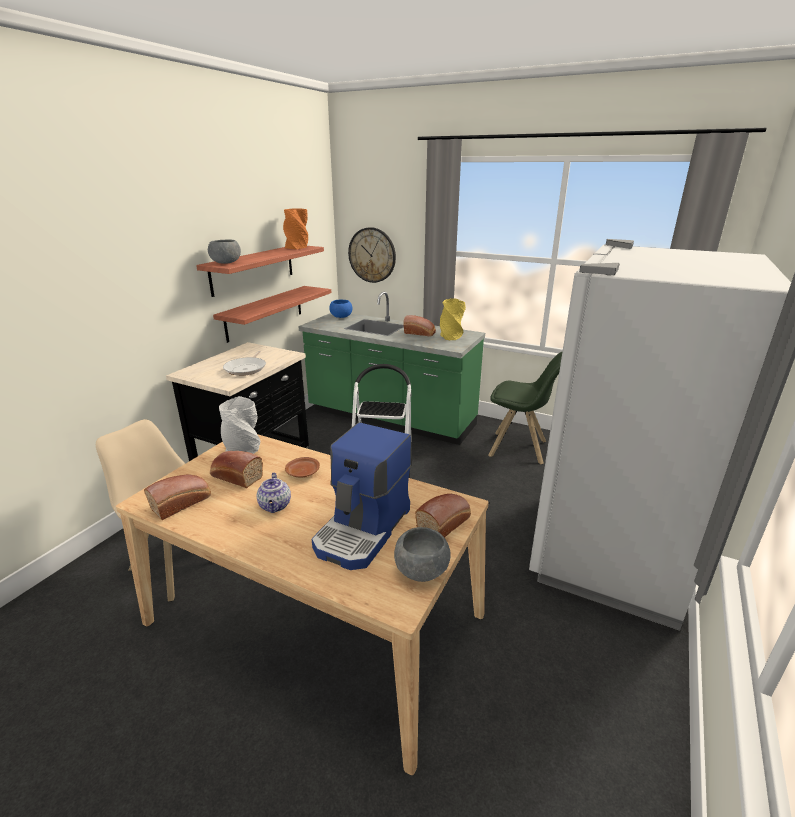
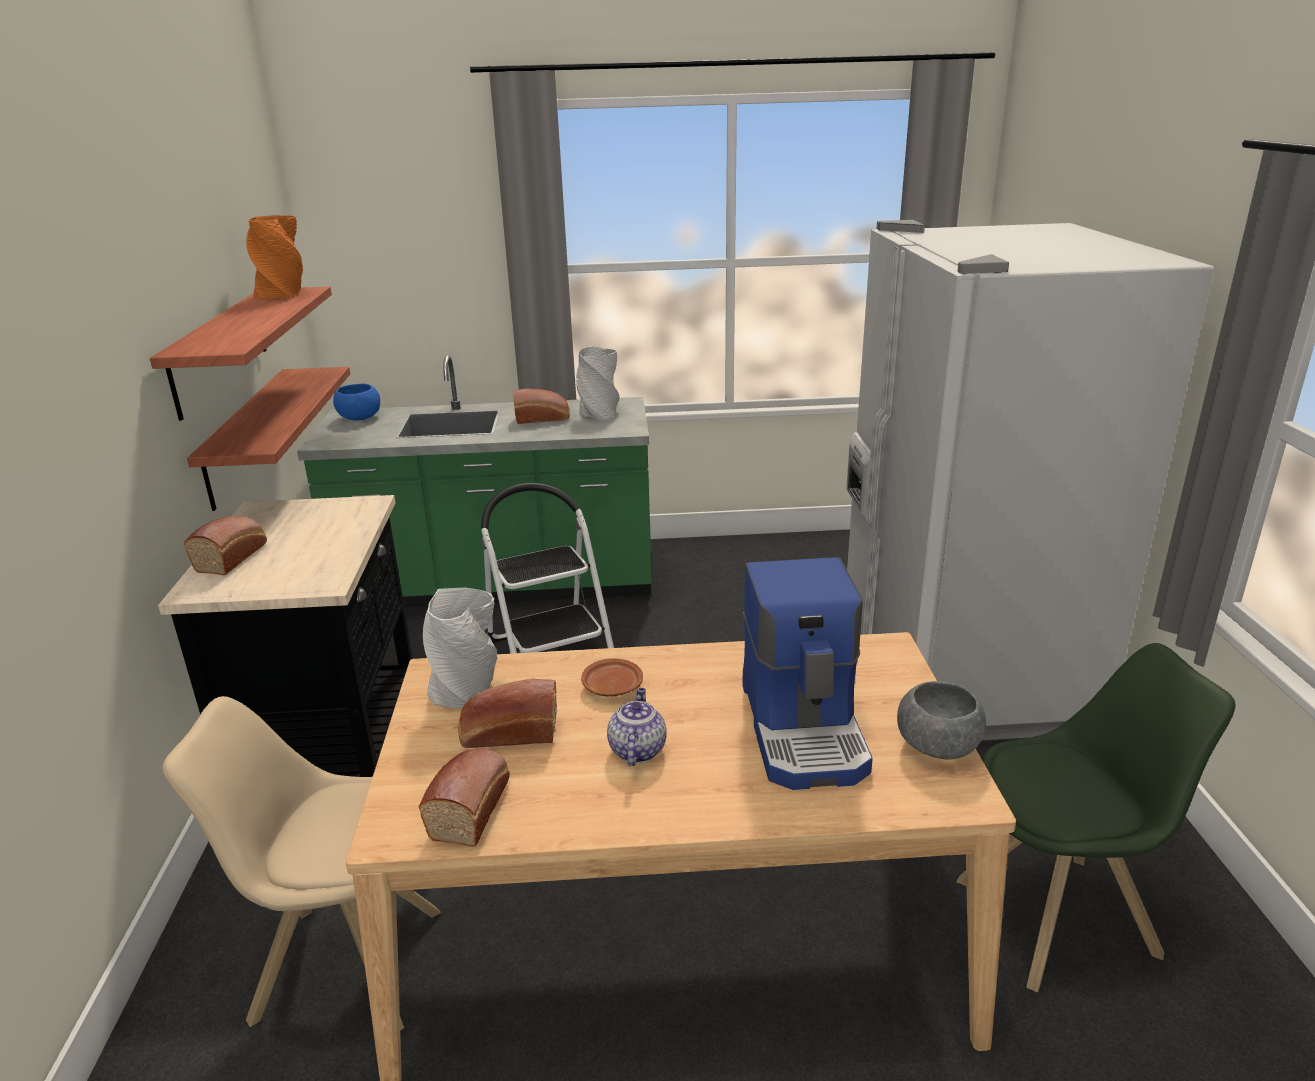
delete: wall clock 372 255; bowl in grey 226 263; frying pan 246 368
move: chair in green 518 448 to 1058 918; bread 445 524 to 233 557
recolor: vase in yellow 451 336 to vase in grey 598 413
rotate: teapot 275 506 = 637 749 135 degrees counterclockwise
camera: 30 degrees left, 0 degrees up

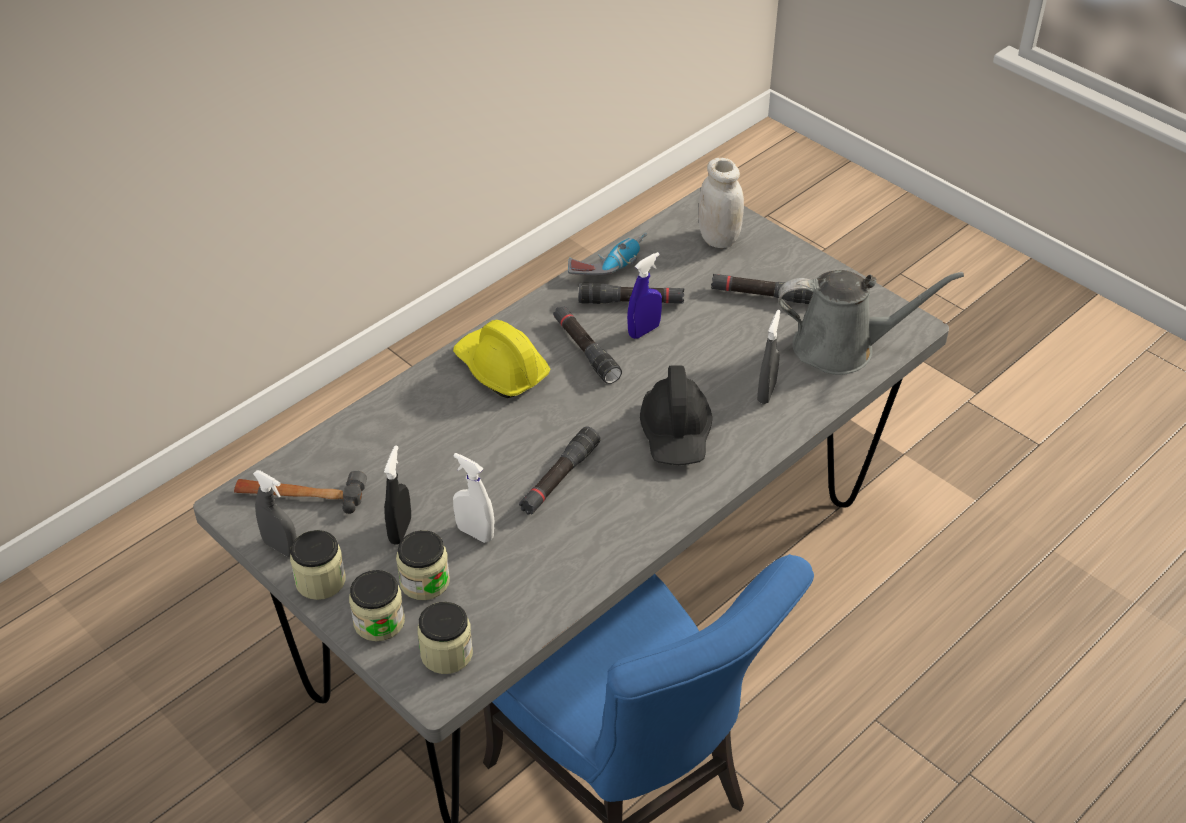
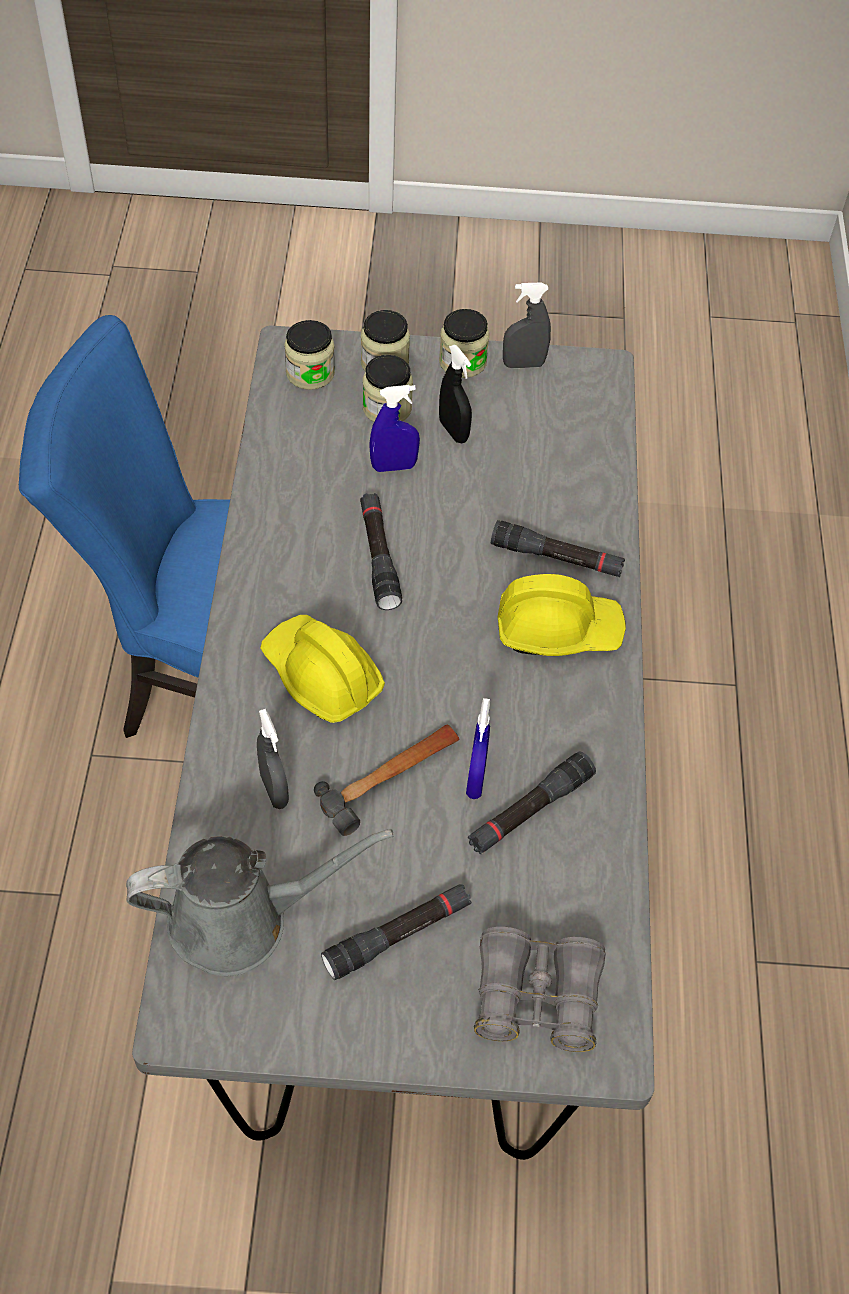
delete: power drill 609 263
move: flashlight in black 585 350 to 556 558; hammer 300 495 to 391 778
replace: jar in white 718 238 to binoculars in grey 536 997
recolor: hard hat in black 676 433 to hard hat in yellow 321 676; spray bottle in white 475 533 to spray bottle in blue 393 466
rotate: watering can in grey 842 347 = 240 920 150 degrees counterclockwise
camera: 135 degrees right, 10 degrees up

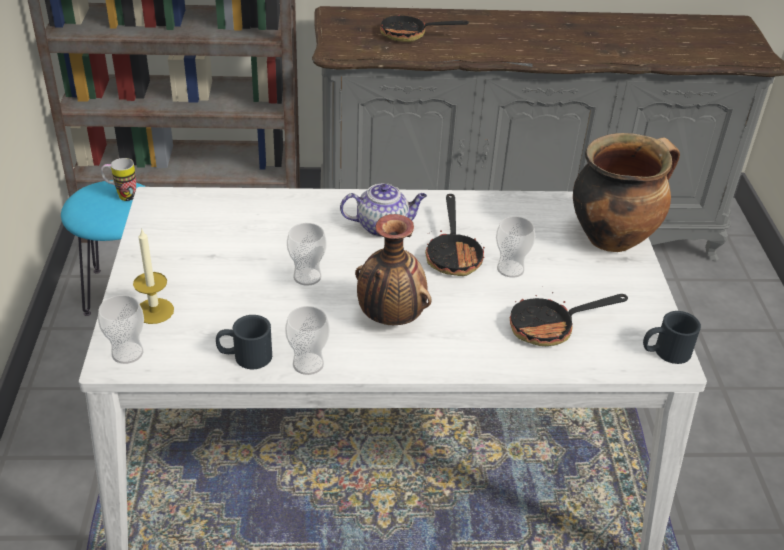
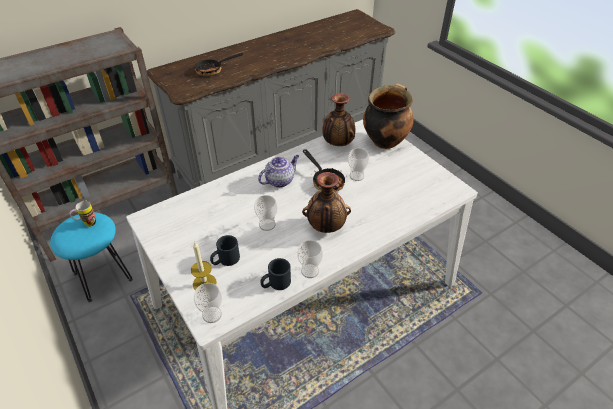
delete: frying pan 550 327
insert: vase 337 143
move: mug in black 665 352 to 225 260
camera: 30 degrees left, 5 degrees up

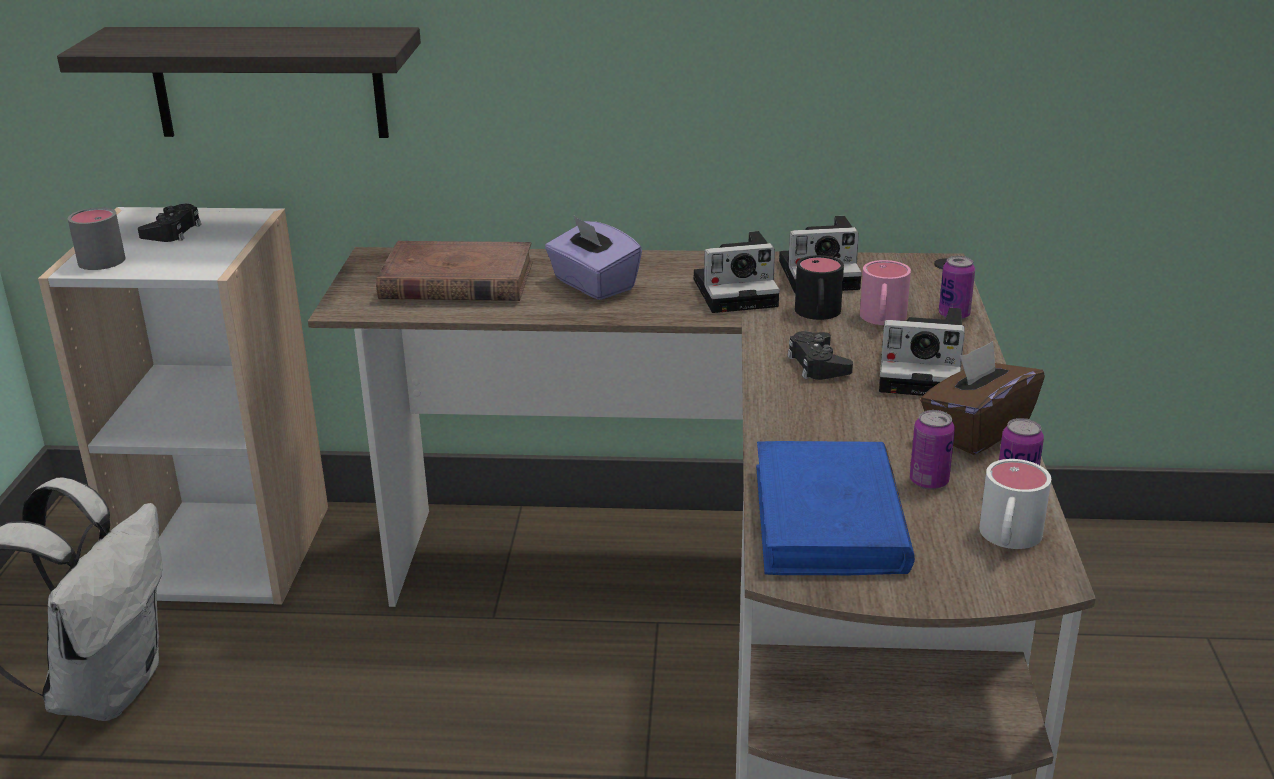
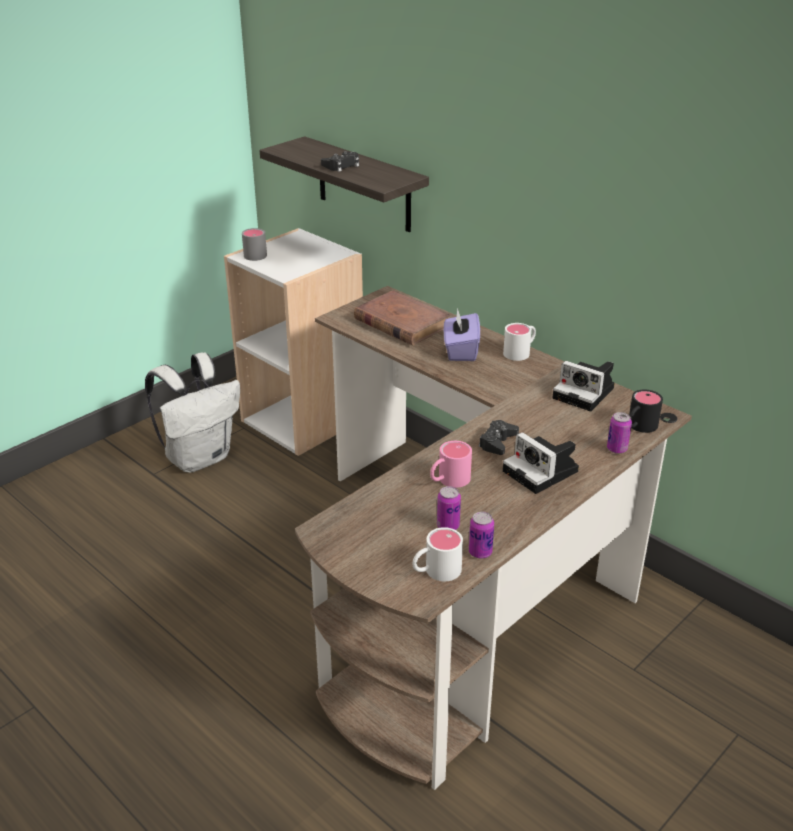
delete: photo camera 738 292; tissue box in brown 976 430; book in blue 829 518
insert: mug in white 520 352
move: game controller in black 172 231 to 342 166; mug in black 818 314 to 638 427; mug in pink 882 320 to 448 480
camera: 40 degrees right, 5 degrees up

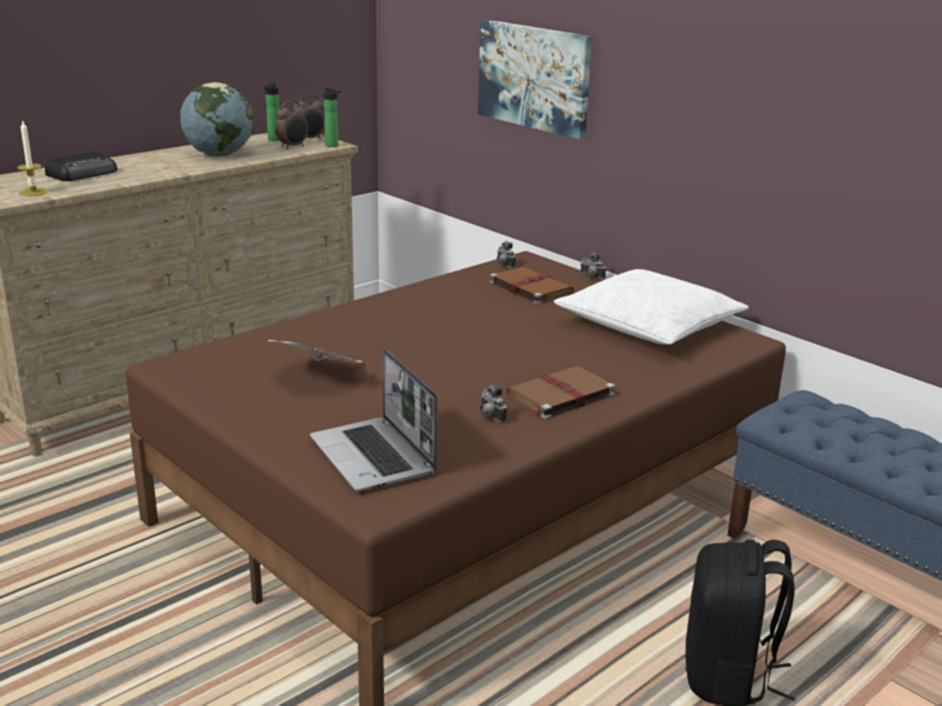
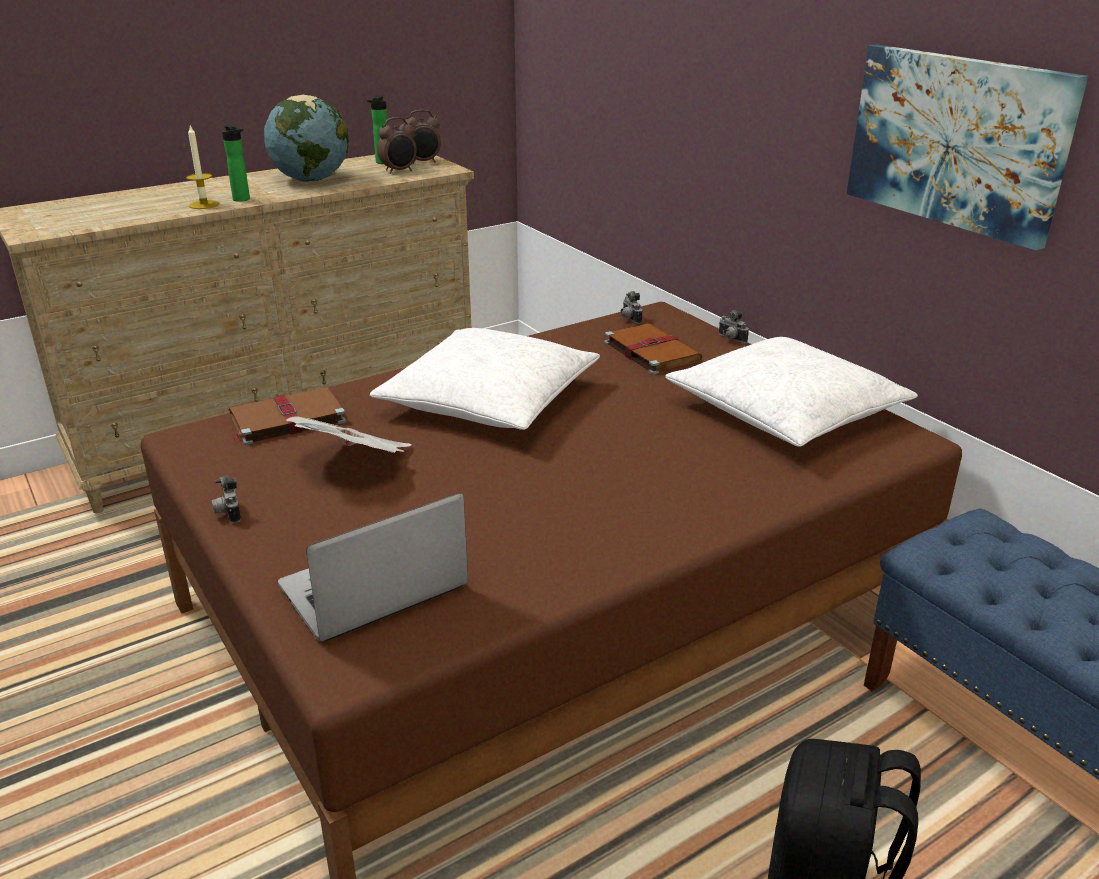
delete: radio 83 173
insert: pillow in white 489 399
move: picture 534 77 to 957 141; bottle 333 146 to 243 200; candle 33 192 to 204 205; book in brown 559 396 to 285 419; photo camera 490 416 to 228 513
rotate: laptop 374 457 = 372 590 75 degrees clockwise
camera: 10 degrees right, 5 degrees up

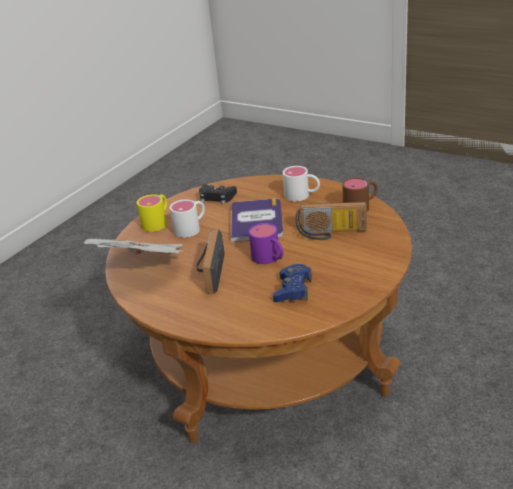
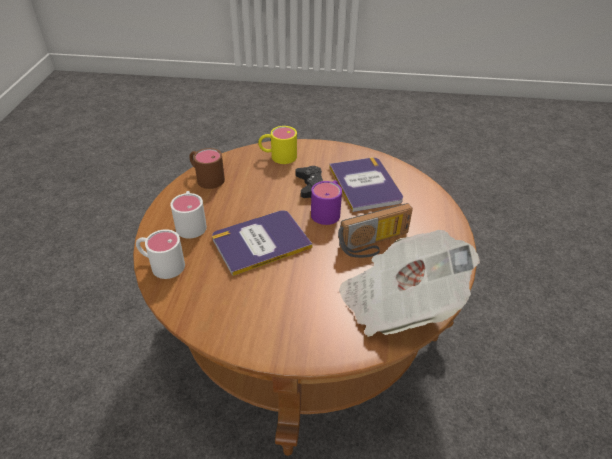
delete: radio 331 233
move: game controller in black 217 197 to 311 186; mug in yellow 157 221 to 277 156; mug in white 191 227 to 161 264
replace: game controller in blue 293 289 to book 365 184
camera: 120 degrees left, 10 degrees up

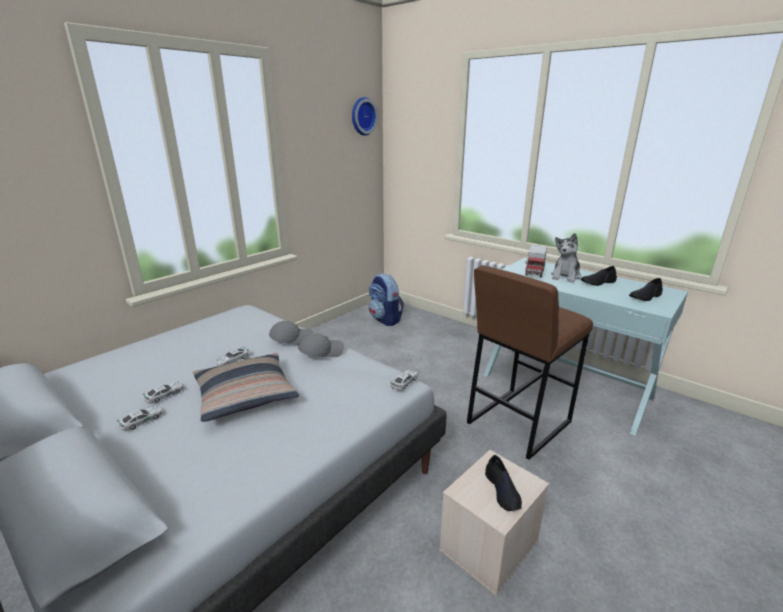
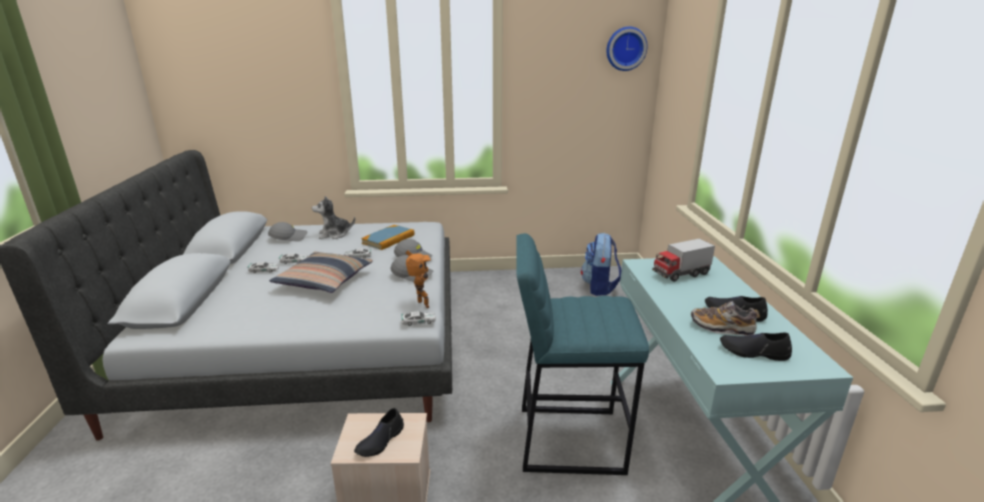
insert: cap in grey 288 237; book 388 239; toy robot 421 305; shoe 722 328
move: plush toy 565 276 to 334 234
recolor: stool in brown 517 423 to stool in turquoise 567 439
camera: 45 degrees right, 0 degrees up

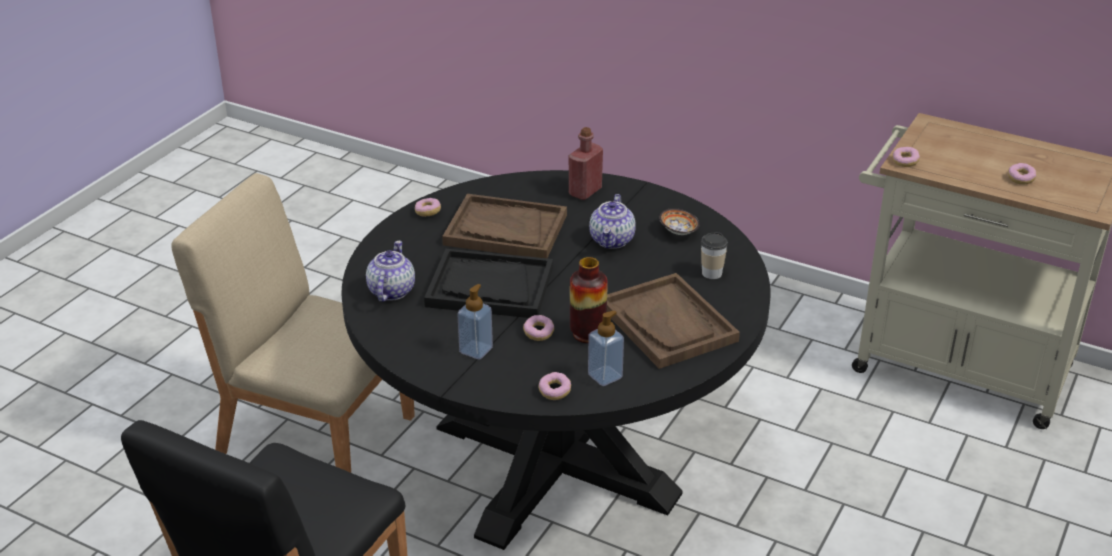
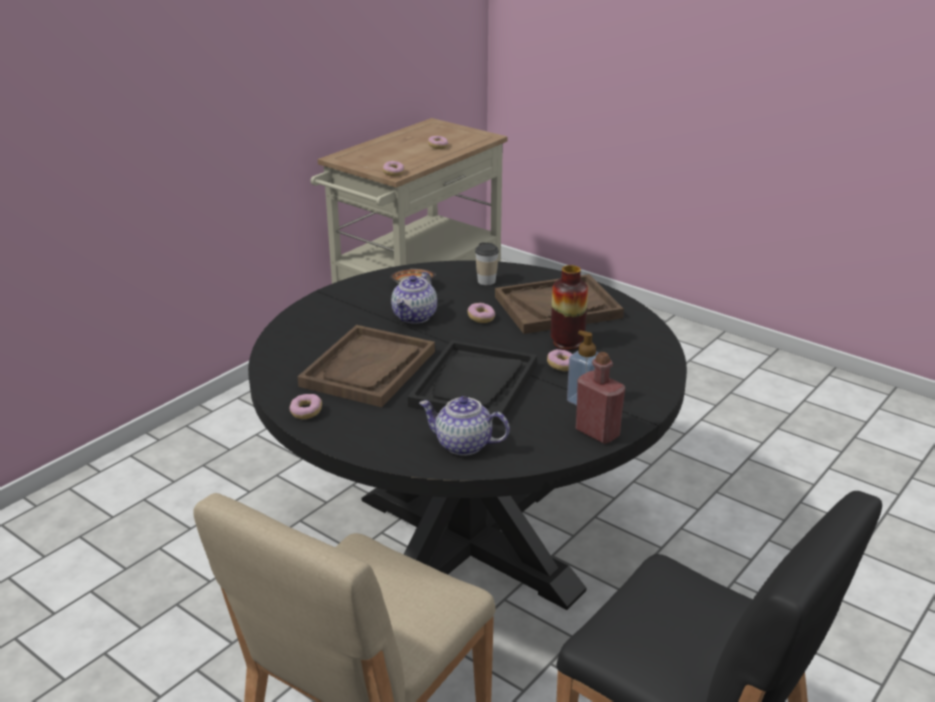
delete: soap dispenser 605 376
move: bottle in red 585 192 to 597 433; donut 554 392 to 481 318
rotate: teapot 612 241 = 415 317 90 degrees clockwise
camera: 80 degrees left, 5 degrees down

